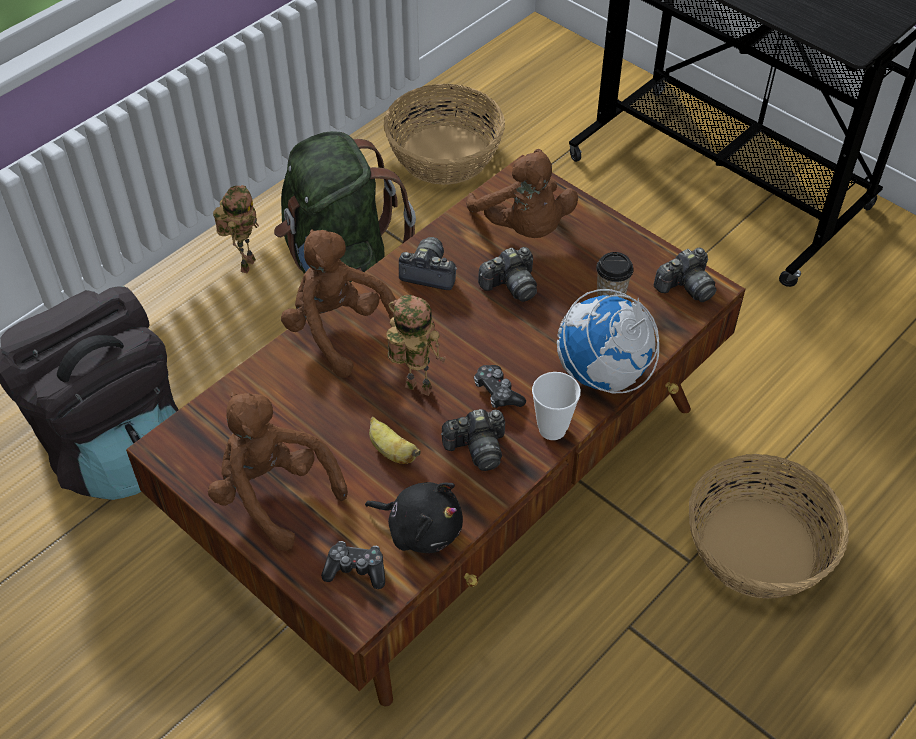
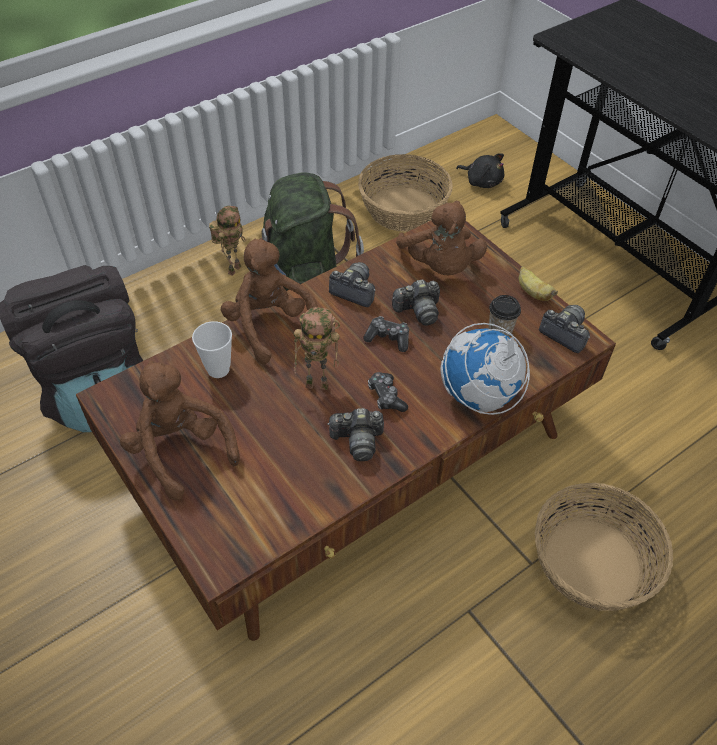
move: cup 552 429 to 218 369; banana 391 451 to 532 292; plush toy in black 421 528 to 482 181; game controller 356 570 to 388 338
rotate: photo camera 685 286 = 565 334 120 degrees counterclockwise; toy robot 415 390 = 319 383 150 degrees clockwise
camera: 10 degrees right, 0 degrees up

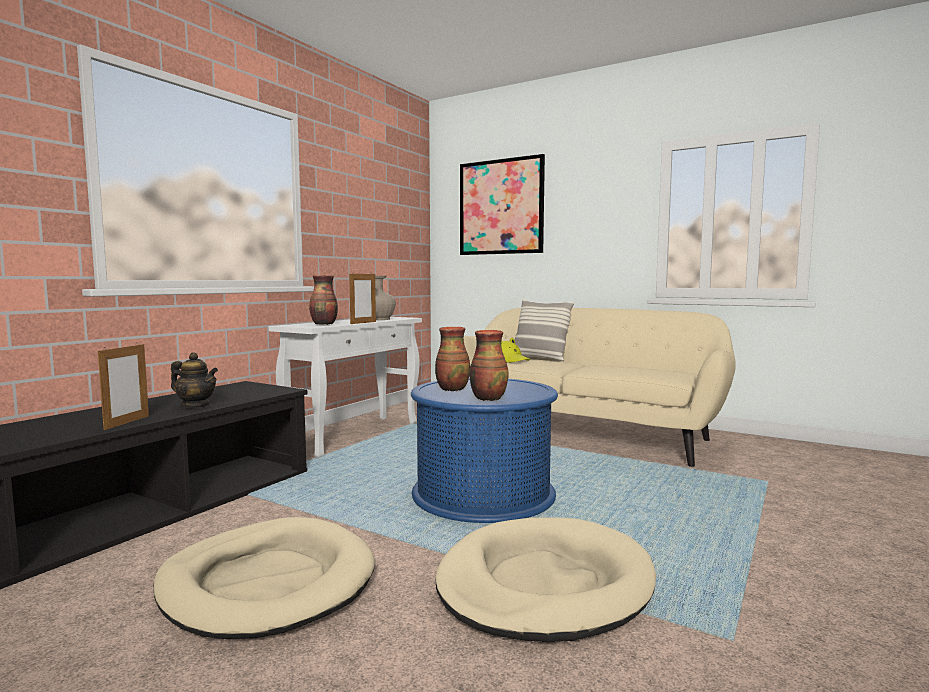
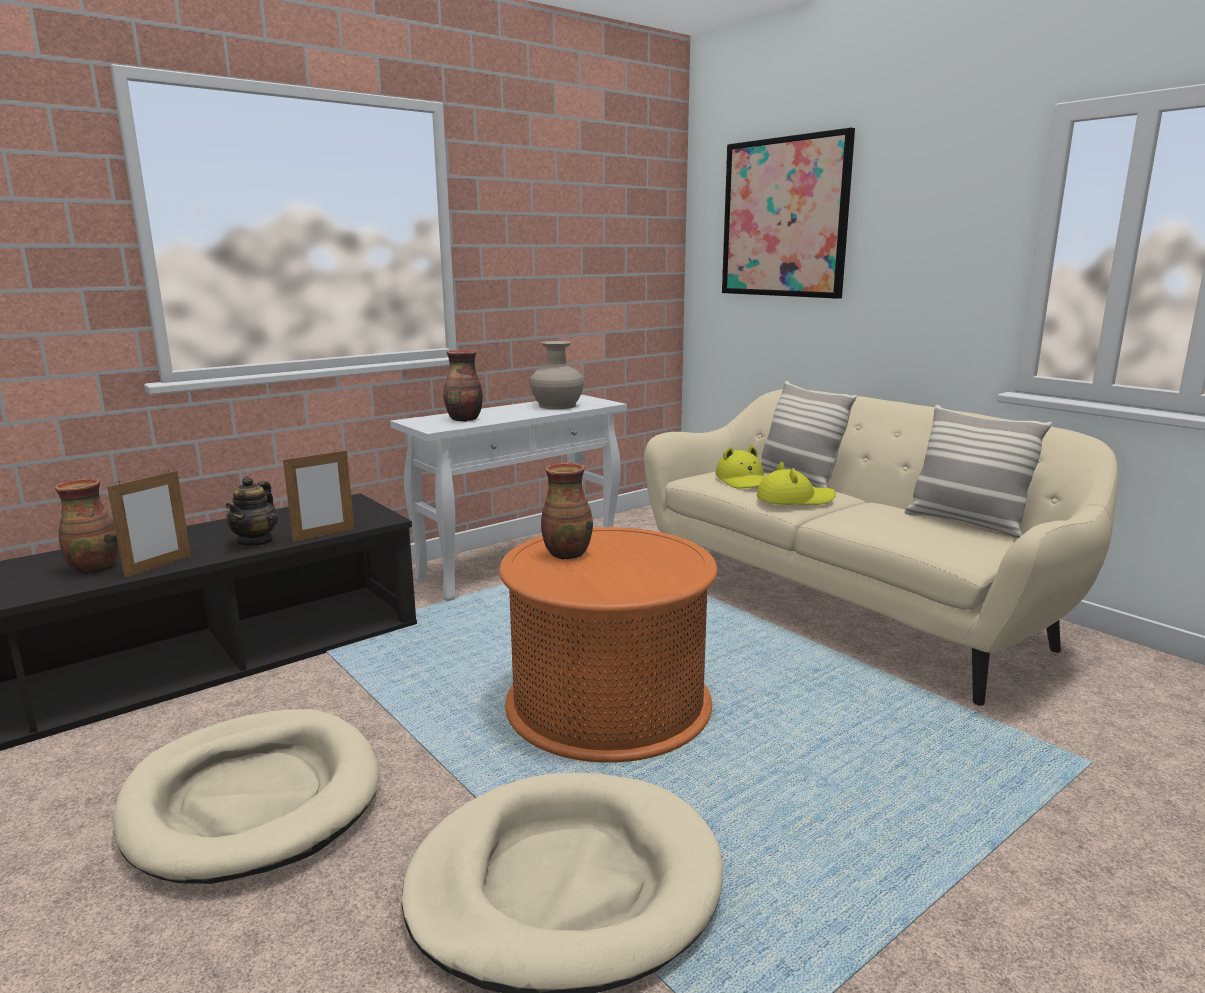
insert: pillow 966 523; hat in yellow 794 499
move: picture frame 363 323 to 324 535; vase 488 398 to 95 568
recolor: coffee table in blue 483 493 to coffee table in orange 608 703
rotate: teapot 196 406 = 256 541 60 degrees clockwise
camera: 20 degrees right, 10 degrees up

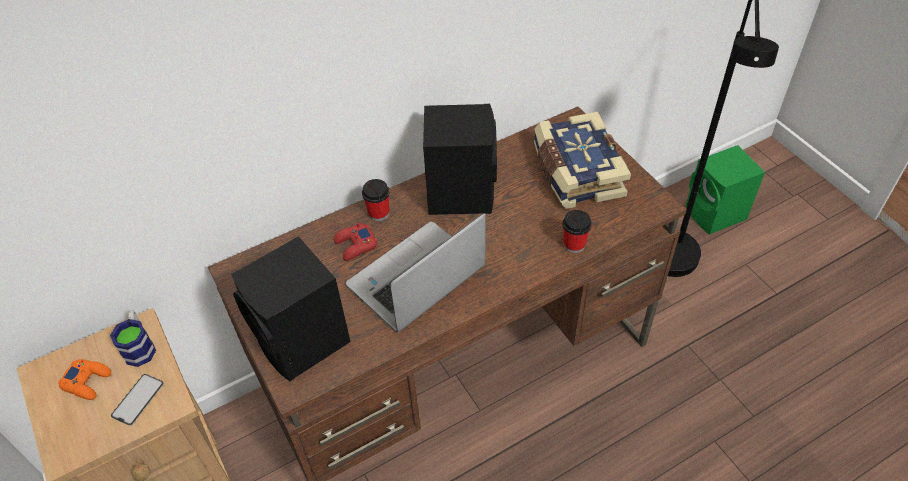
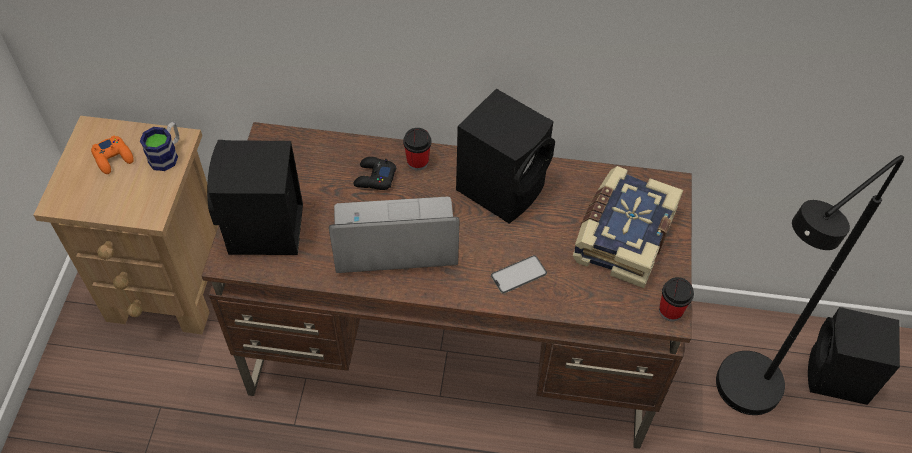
move: cup 574 245 to 670 311; phone 138 399 to 518 274
recolor: speaker in green 716 215 to speaker in black 837 378; game controller in red 355 245 to game controller in black 374 178
camera: 35 degrees right, 5 degrees up

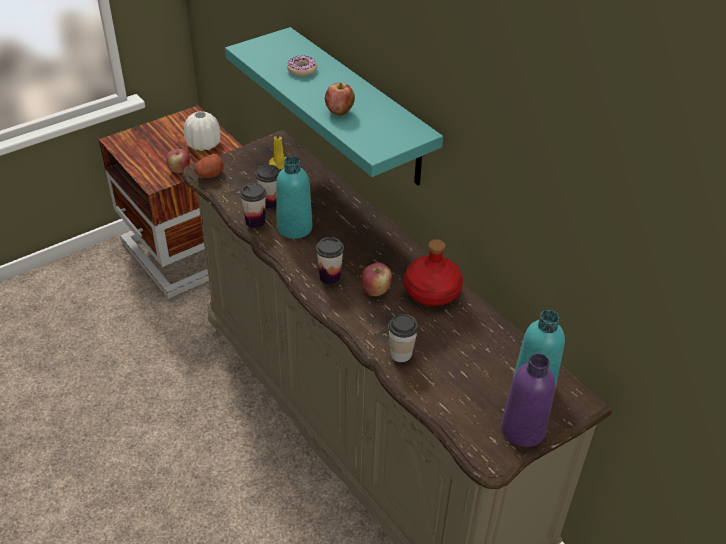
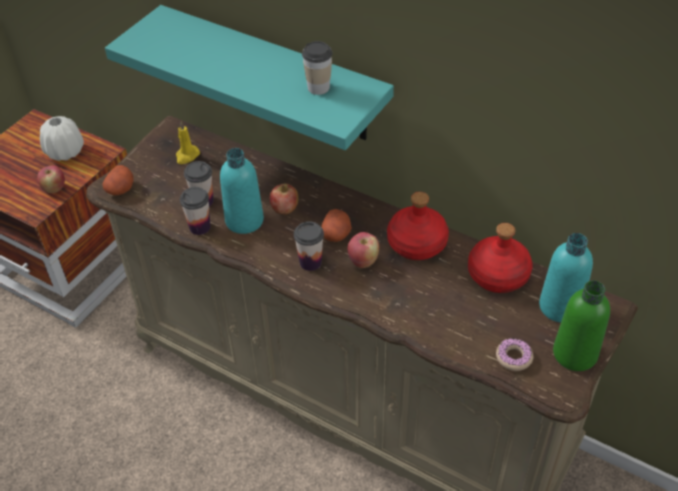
insert: potato 336 234; bottle in red 497 274
move: donut 302 70 to 514 357; apple 339 112 to 285 210; cup 401 354 to 318 87
recolor: bottle in purple 523 429 to bottle in green 575 354
camera: 20 degrees left, 5 degrees up

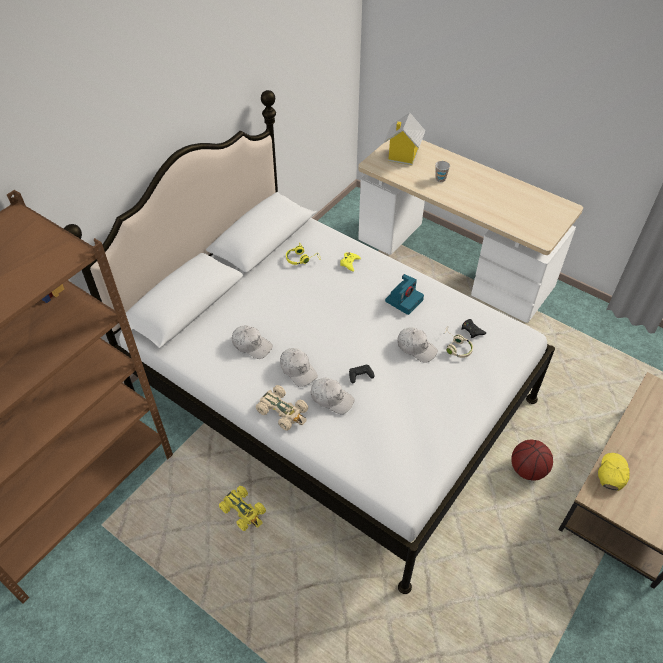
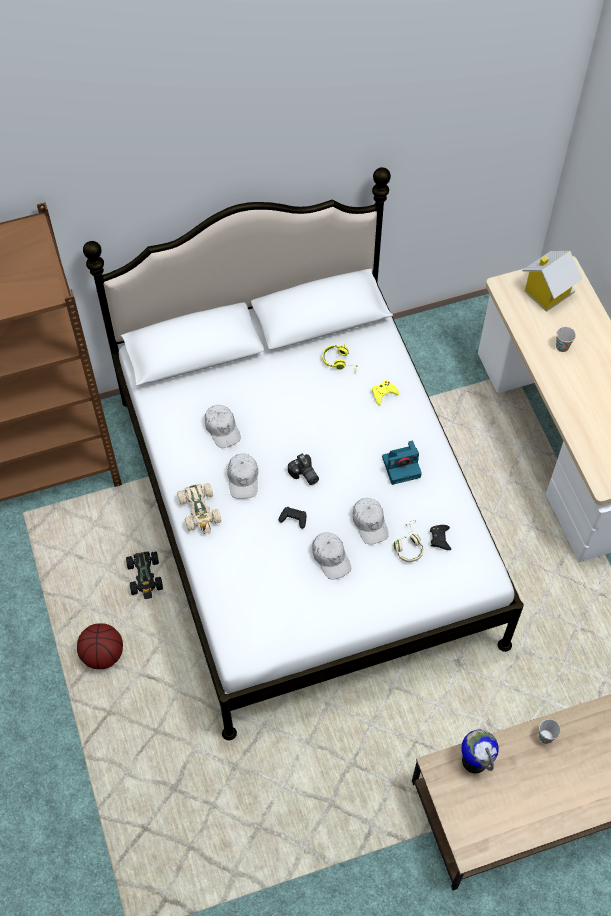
insert: photo camera 304 475; cup 545 736
move: cap in white 331 398 to 331 557; basketball 527 469 to 103 654
replace: cap in yellow 612 473 to globe 474 760
recolor: toy car in yellow 243 511 to toy car in black 145 576
camera: 35 degrees right, 10 degrees up

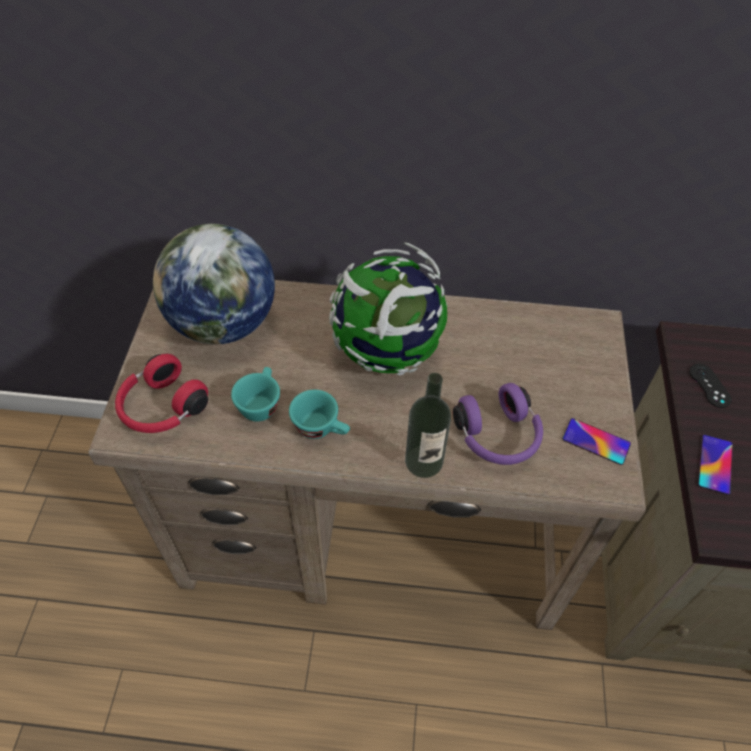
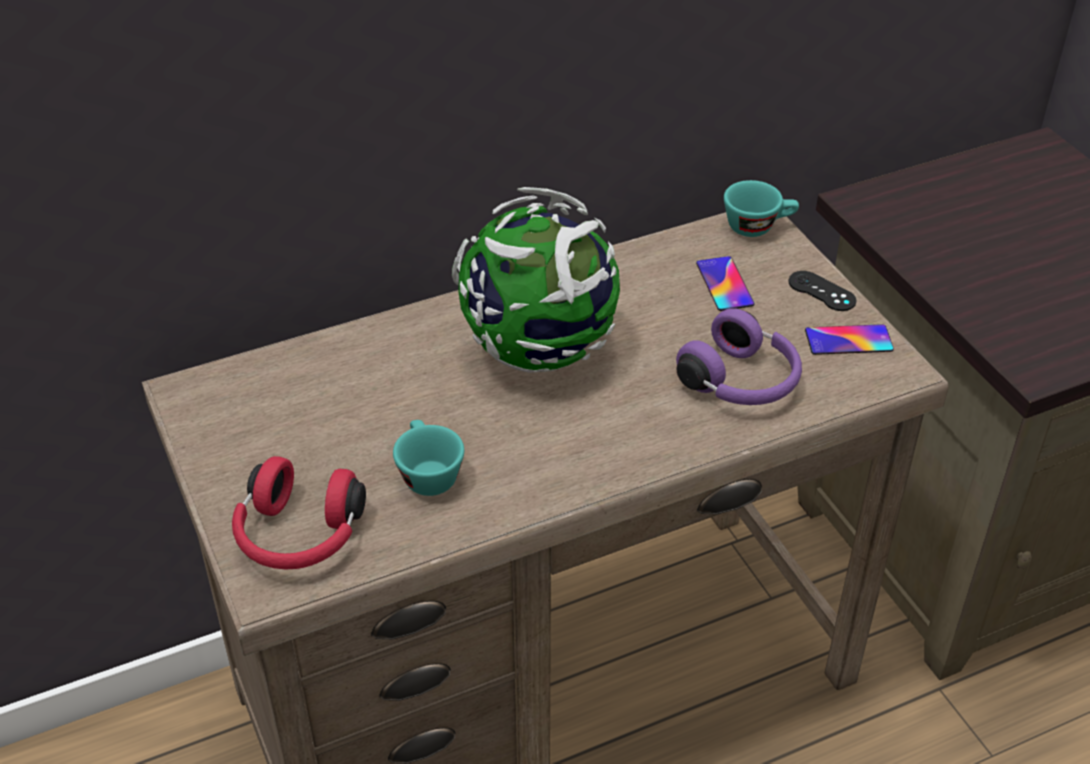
delete: globe 223 324; bottle 424 461
move: game controller in black 709 385 to 821 291; cup in turquoise 321 428 to 758 226; phone 715 464 to 724 284
camera: 30 degrees left, 10 degrees down

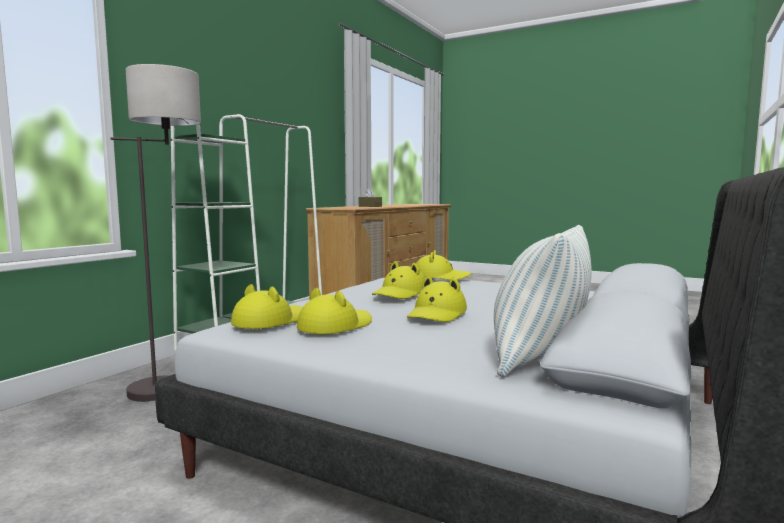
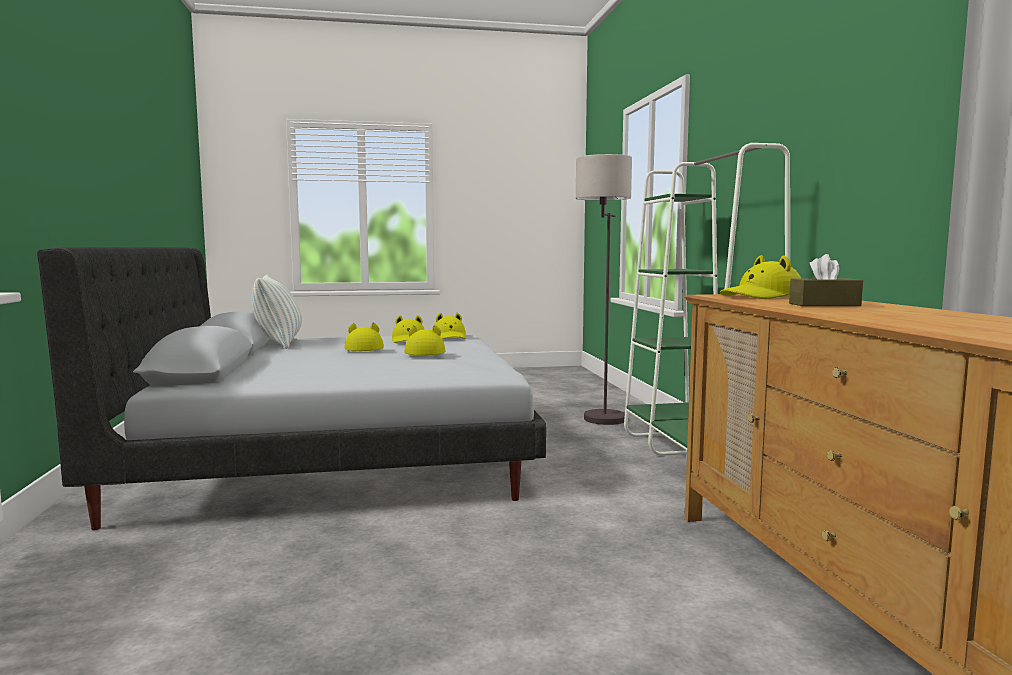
move: hat in yellow 440 277 to 761 296
camera: 140 degrees right, 0 degrees up

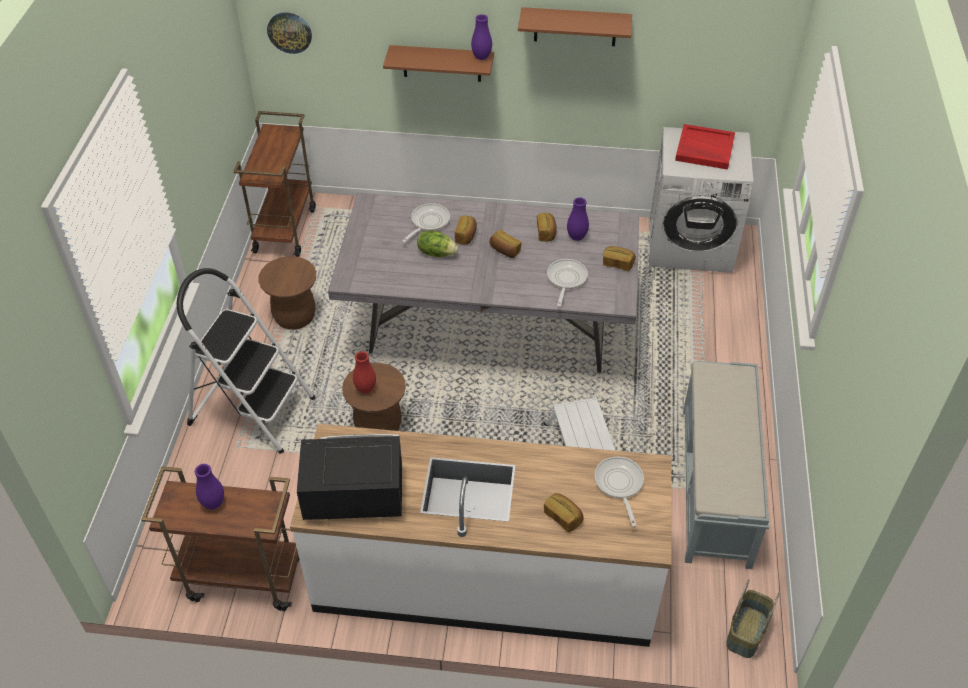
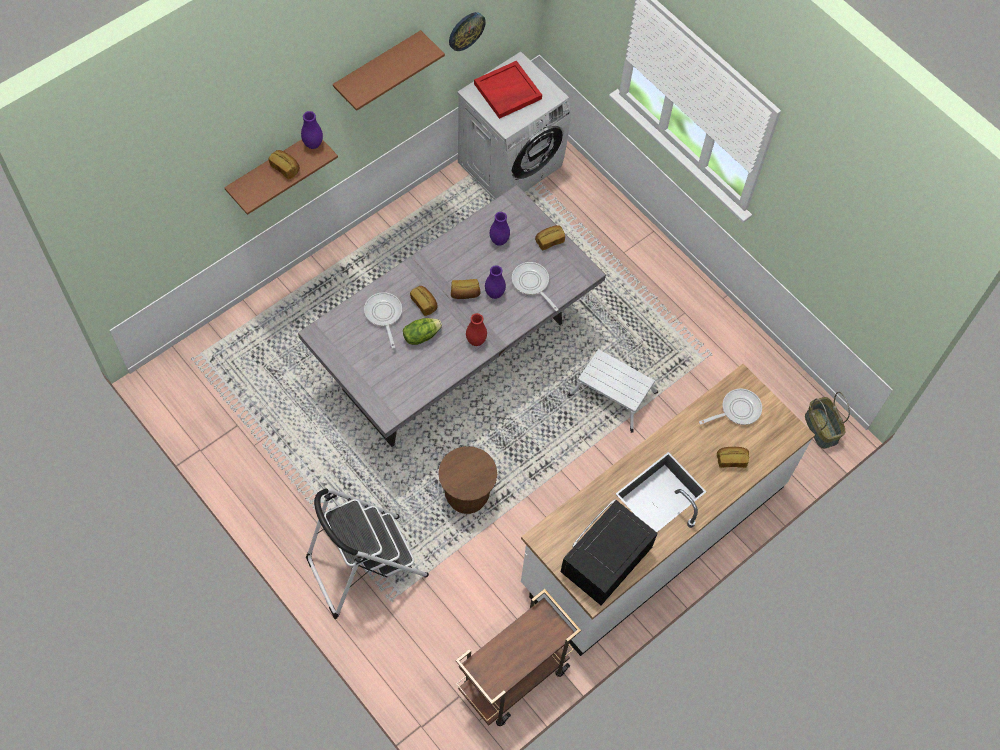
delete: cart in brown 285 228; stool in brown 295 317; bench in grey 715 486
move: wall clock 289 32 to 466 30; bread 546 233 to 285 168; vase in red 365 389 to 476 341; vase in purple 213 503 to 494 294
rotate: frying pan 619 485 = 737 410 120 degrees clockwise
camera: 50 degrees left, 15 degrees up

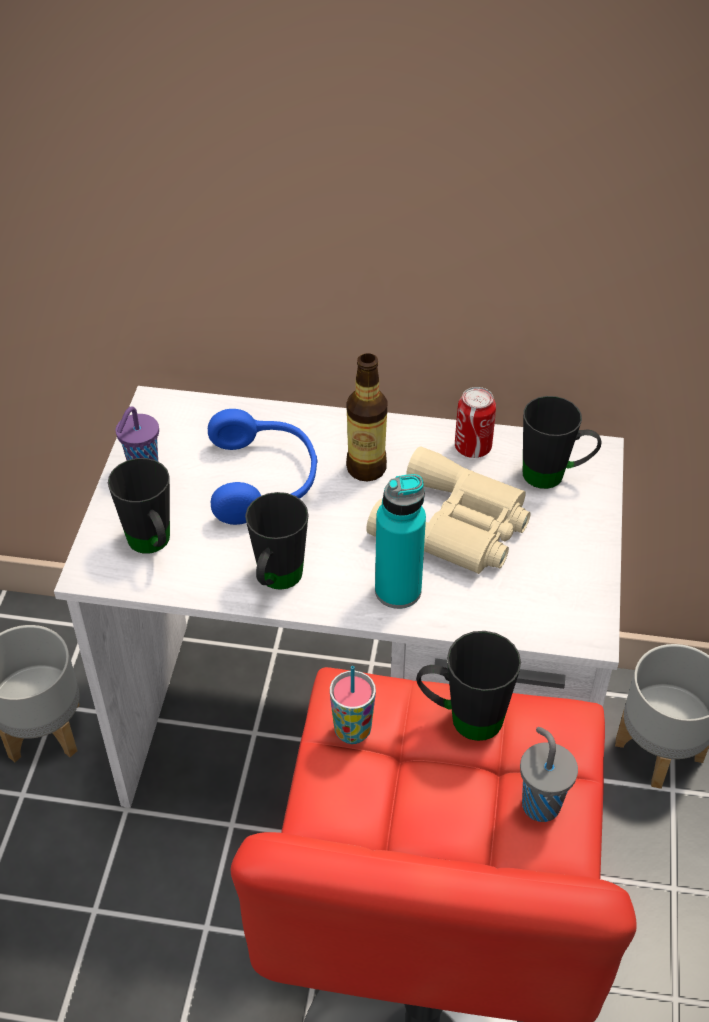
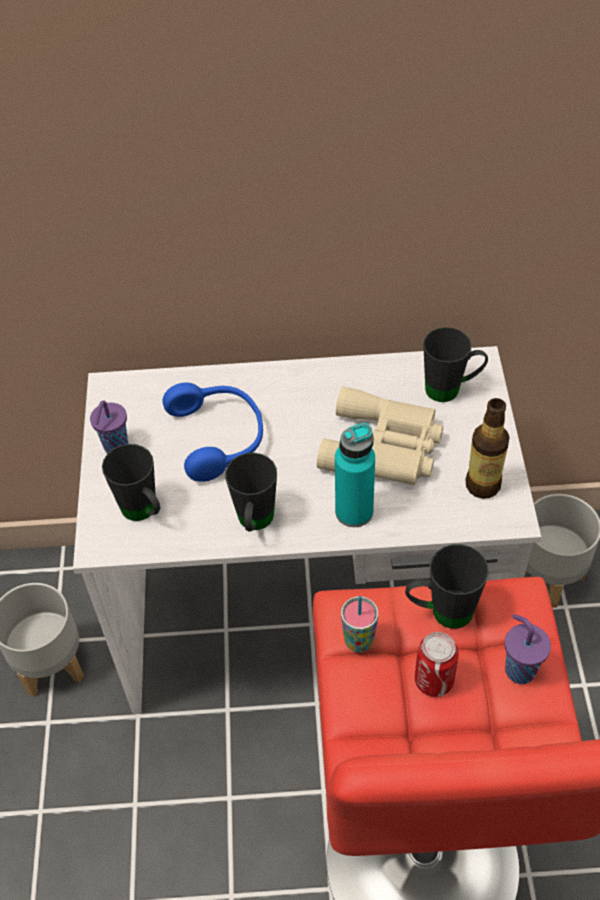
move: bottle 366 468 to 483 485; can 473 447 to 434 680
recolor: cup in grey 539 803 to cup in purple 518 668
camera: 10 degrees left, 5 degrees up

